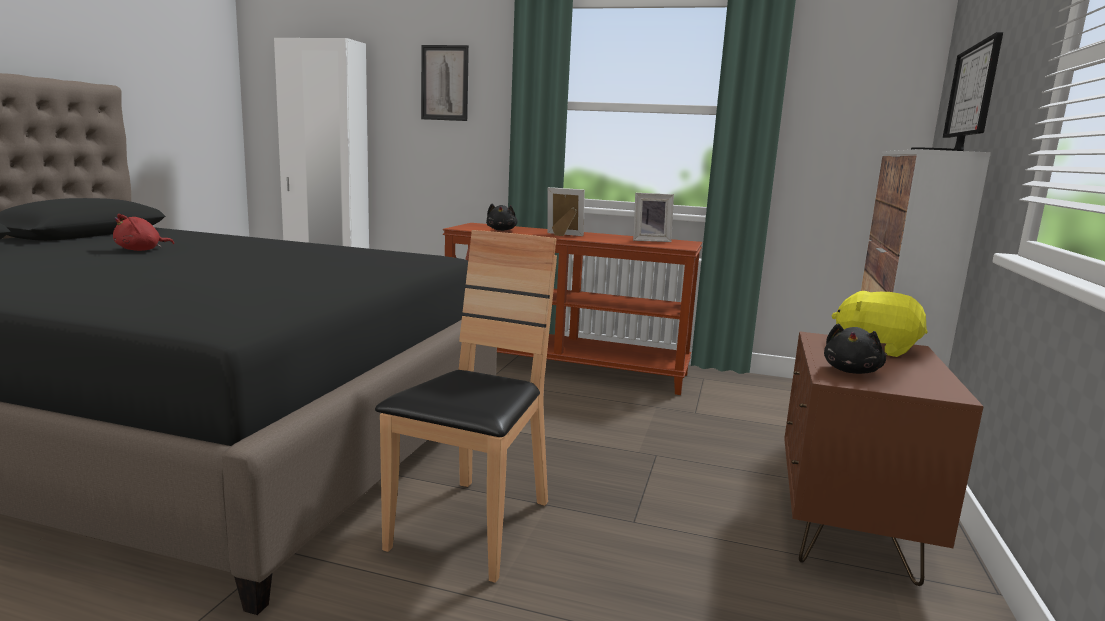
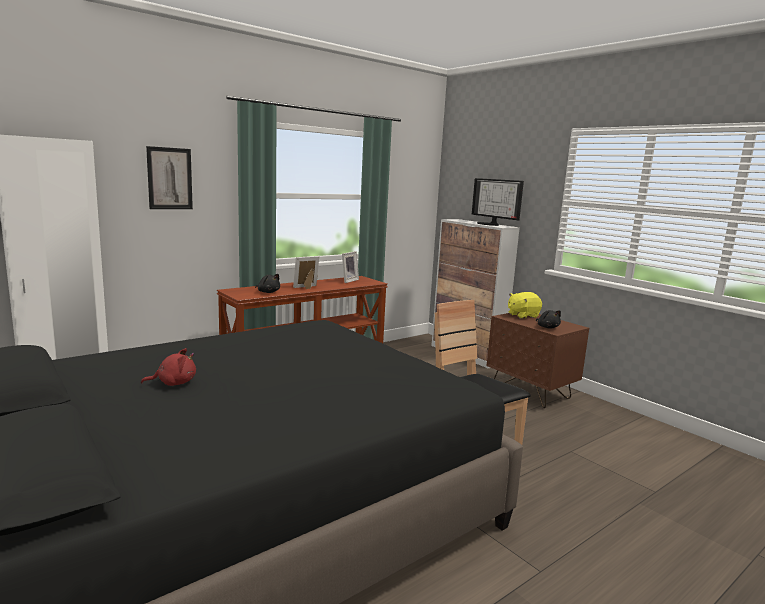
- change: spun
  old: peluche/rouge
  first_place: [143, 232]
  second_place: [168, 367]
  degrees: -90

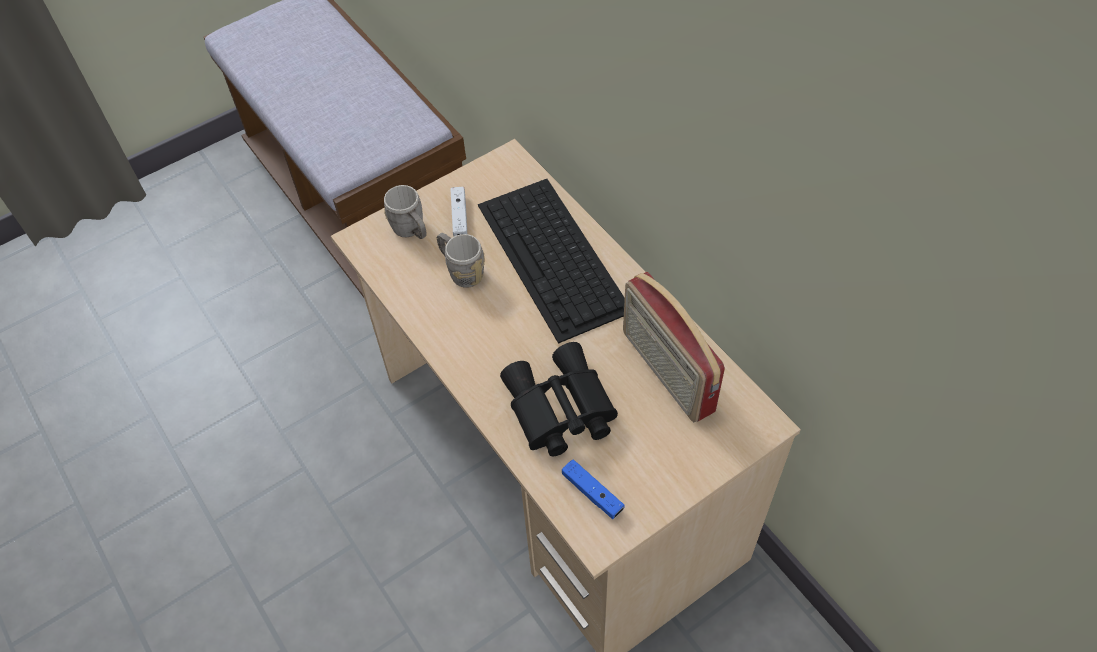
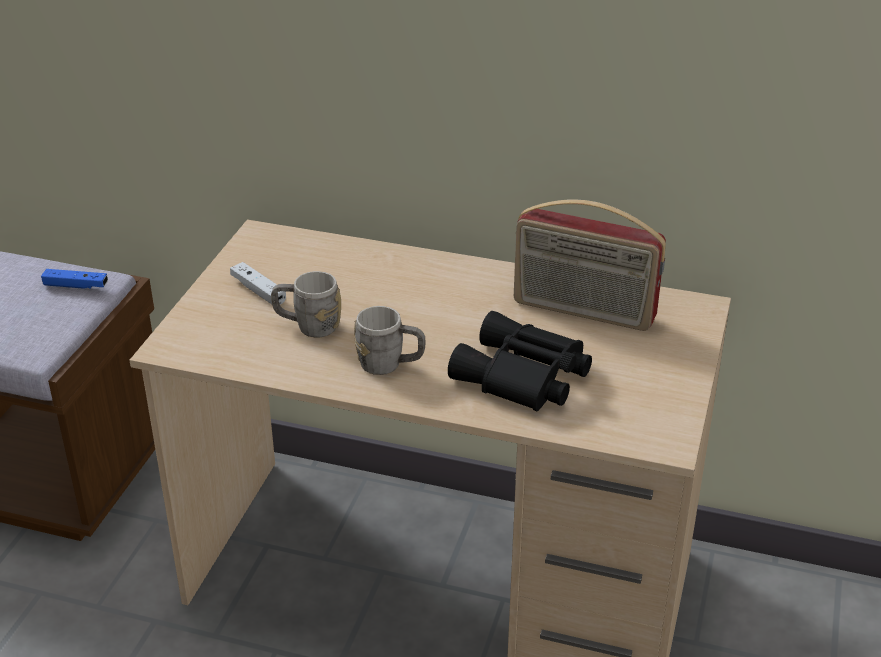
- change: relocated
  old: manette/bleu
  first_place: [593, 489]
  second_place: [74, 279]
- change: relocated
  old: mug/gris
  first_place: [405, 212]
  second_place: [389, 340]
- change: missing
  old: clavier
  first_place: [551, 261]

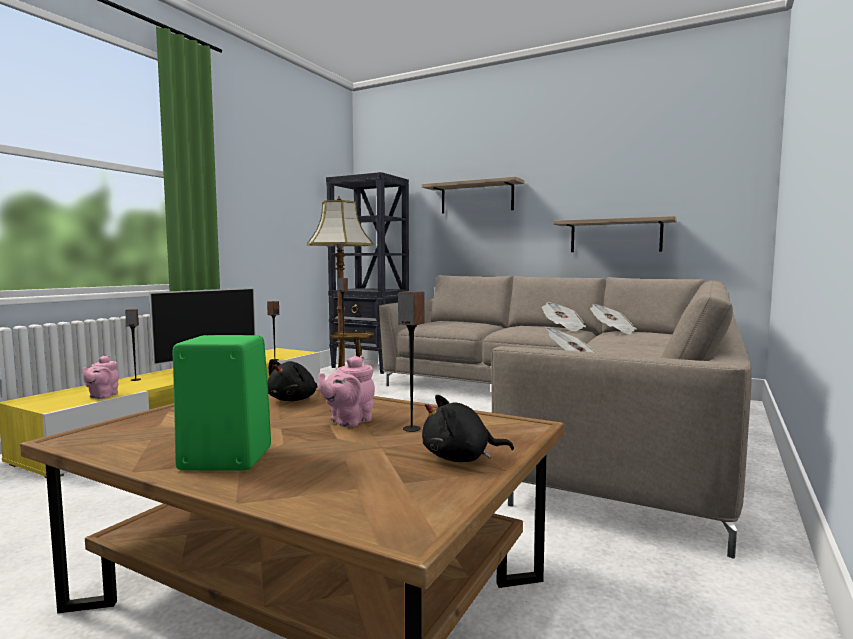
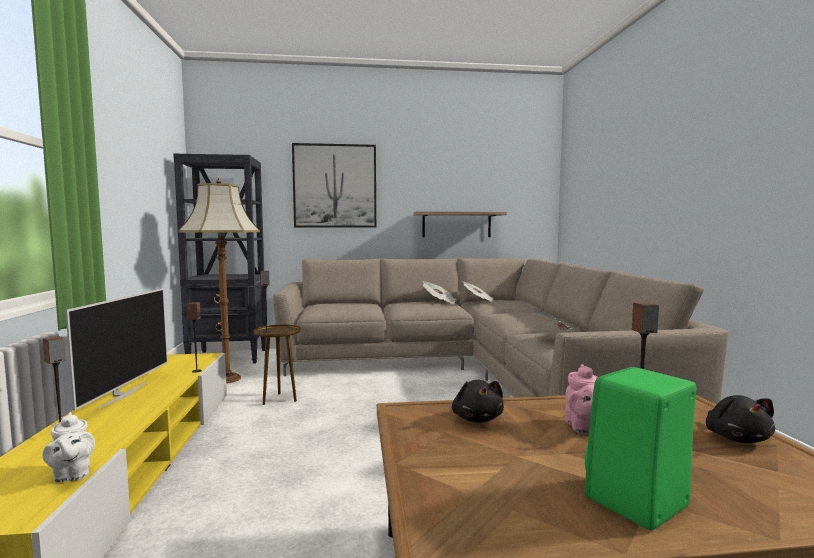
- change: colour
  old: théière/rose
  new: théière/blanc
  first_place: [100, 377]
  second_place: [68, 447]
- change: exchanged
  old: étagère
  new: tableau
  first_place: [473, 195]
  second_place: [334, 185]
- change: spun
  old: peluche/noir
  first_place: [468, 428]
  second_place: [740, 419]
  degrees: -45

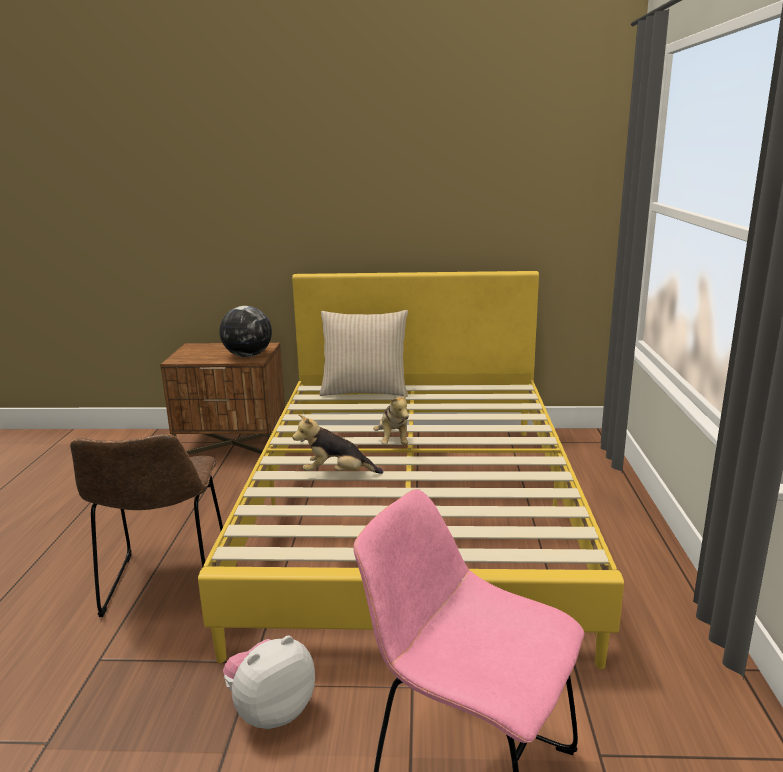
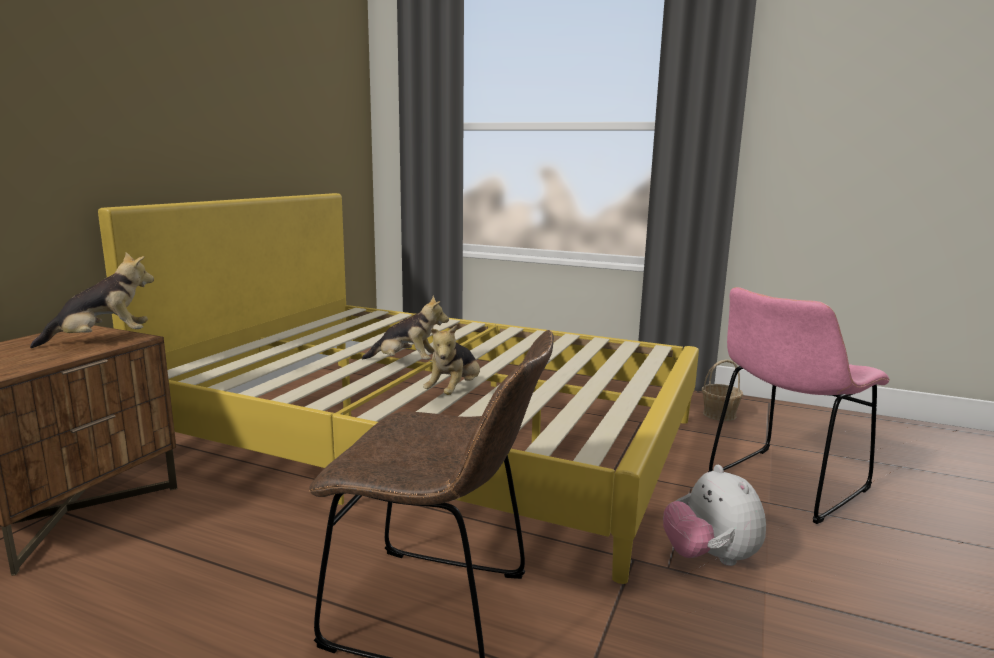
- change: exchanged
  old: globe
  new: peluche
  first_place: [246, 331]
  second_place: [92, 300]
- change: appeared
  new: panier
  second_place: [722, 390]
- change: missing
  old: coussin/beige
  first_place: [364, 353]

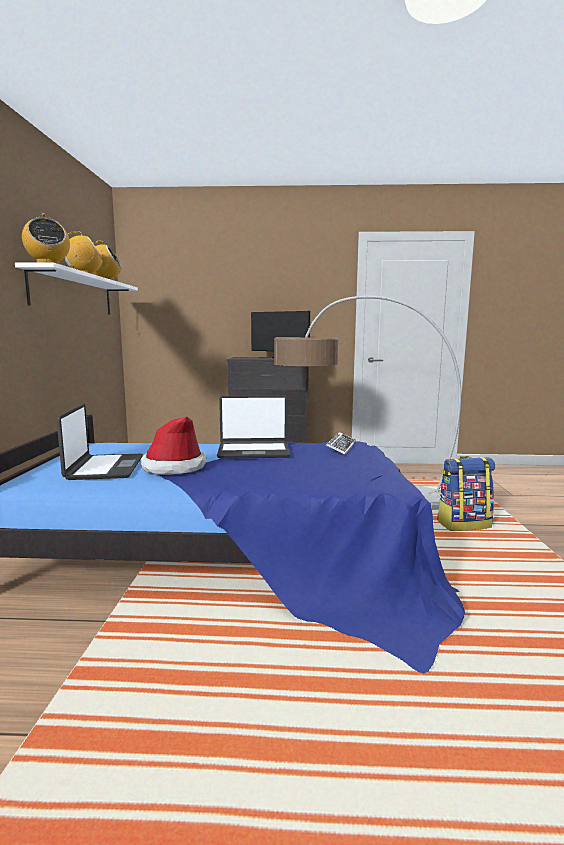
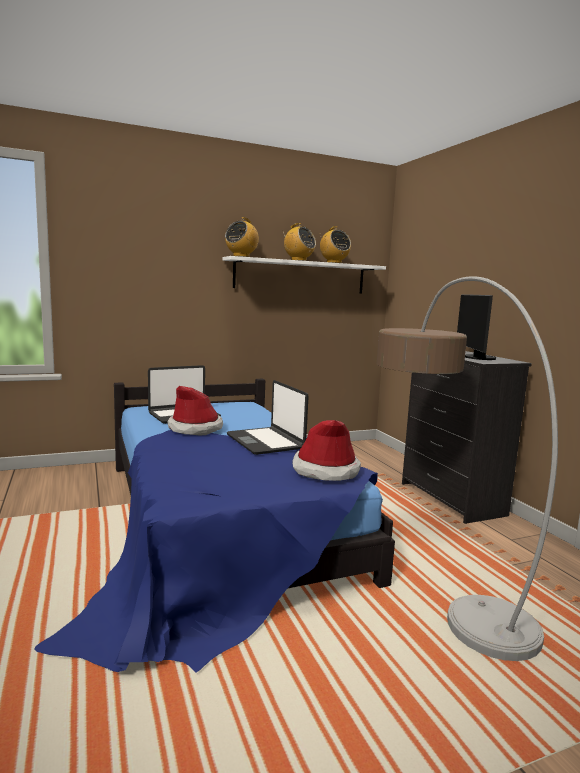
- change: exchanged
  old: clavier
  new: chapeau
  first_place: [341, 443]
  second_place: [326, 450]
- change: missing
  old: sac à dos
  first_place: [466, 493]

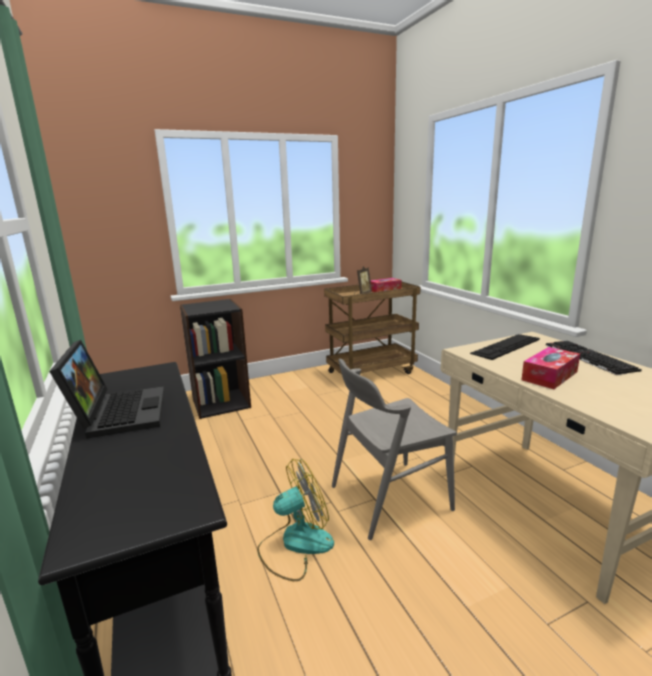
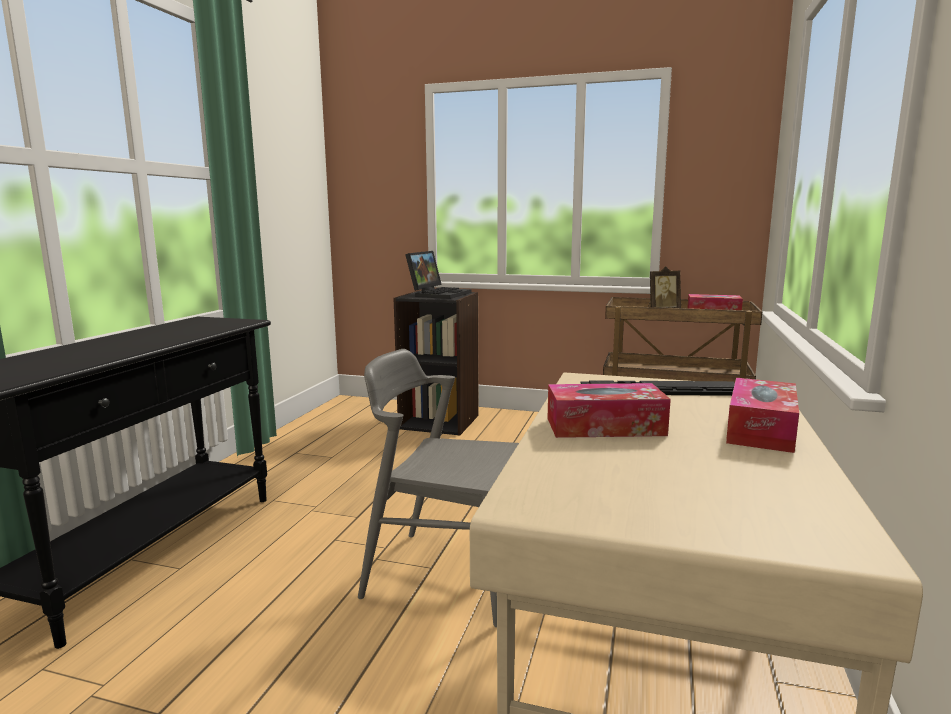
- change: relocated
  old: ordinateur portable
  first_place: [107, 389]
  second_place: [438, 275]
- change: exchanged
  old: clavier
  new: boîte à mouchoirs
  first_place: [594, 358]
  second_place: [762, 415]
- change: missing
  old: ventilateur
  first_place: [295, 520]

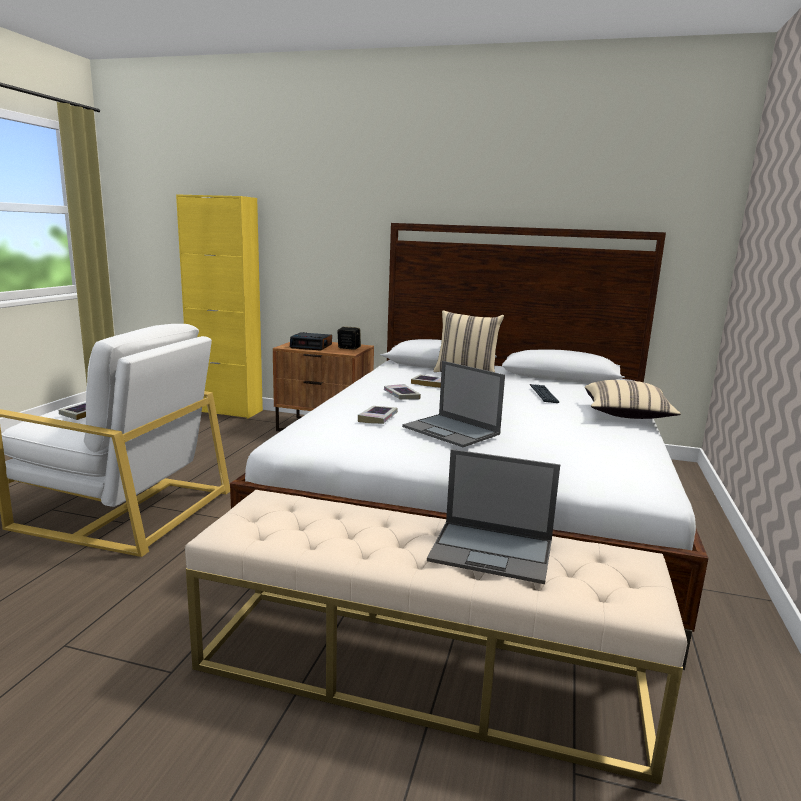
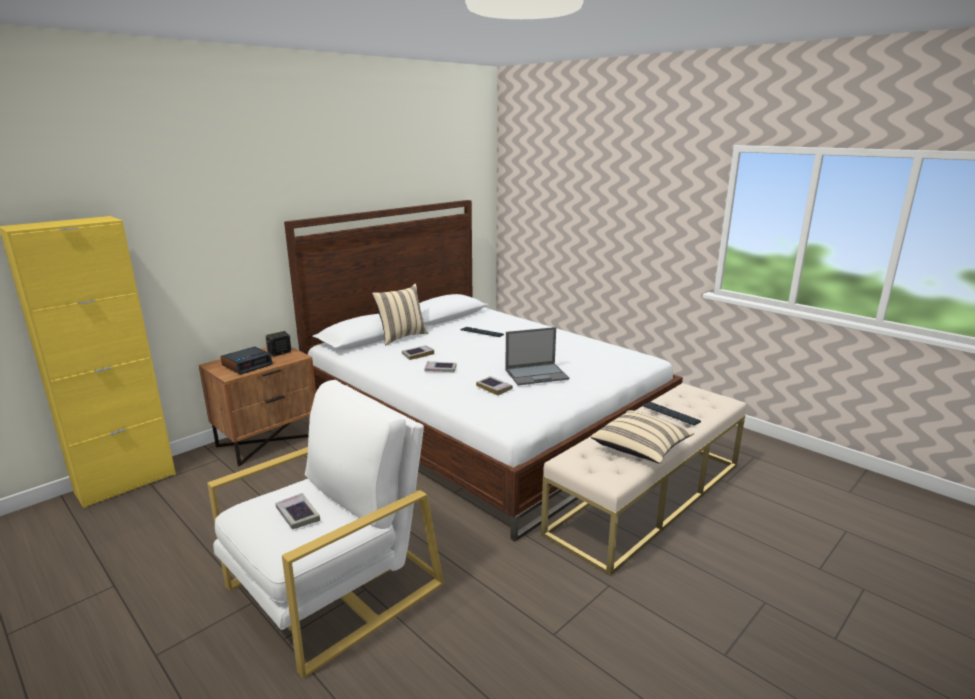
- change: relocated
  old: coussin/beige
  first_place: [633, 399]
  second_place: [642, 436]
- change: exchanged
  old: ordinateur portable
  new: clavier
  first_place: [493, 516]
  second_place: [671, 414]

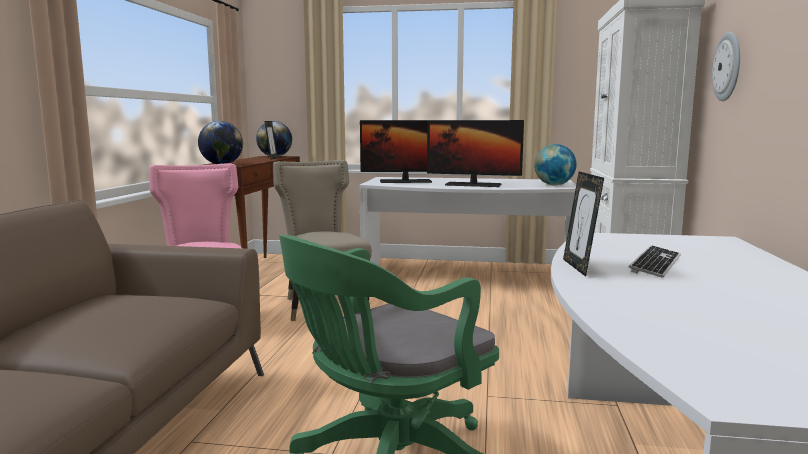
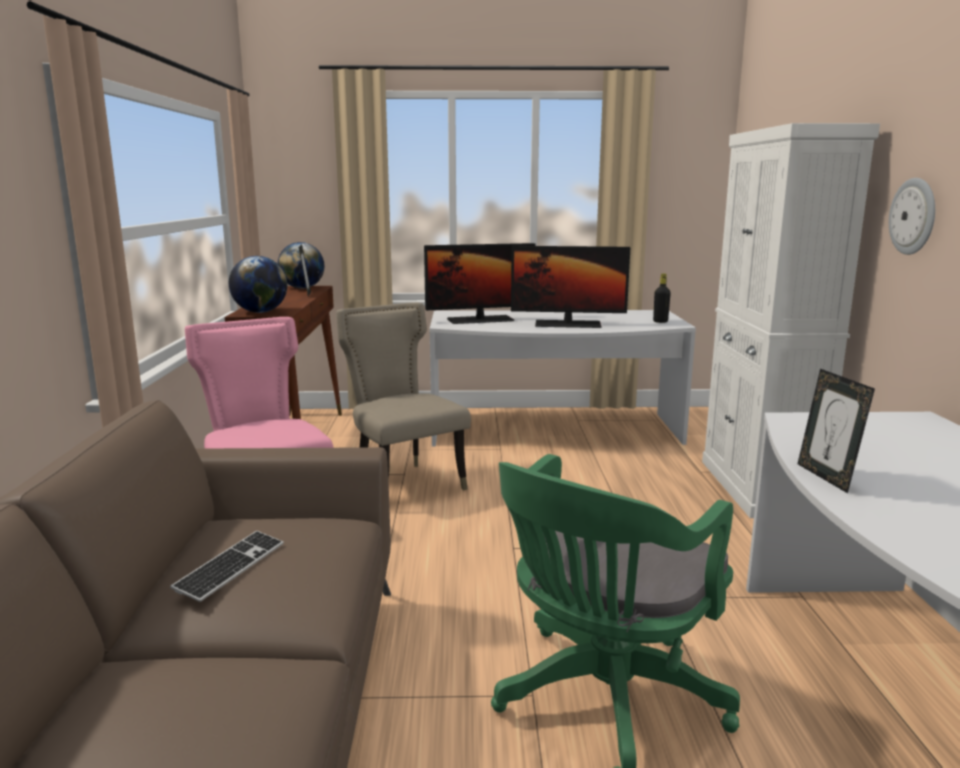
- change: relocated
  old: clavier
  first_place: [655, 261]
  second_place: [227, 566]
- change: exchanged
  old: globe
  new: bouteille/noir
  first_place: [555, 164]
  second_place: [662, 298]

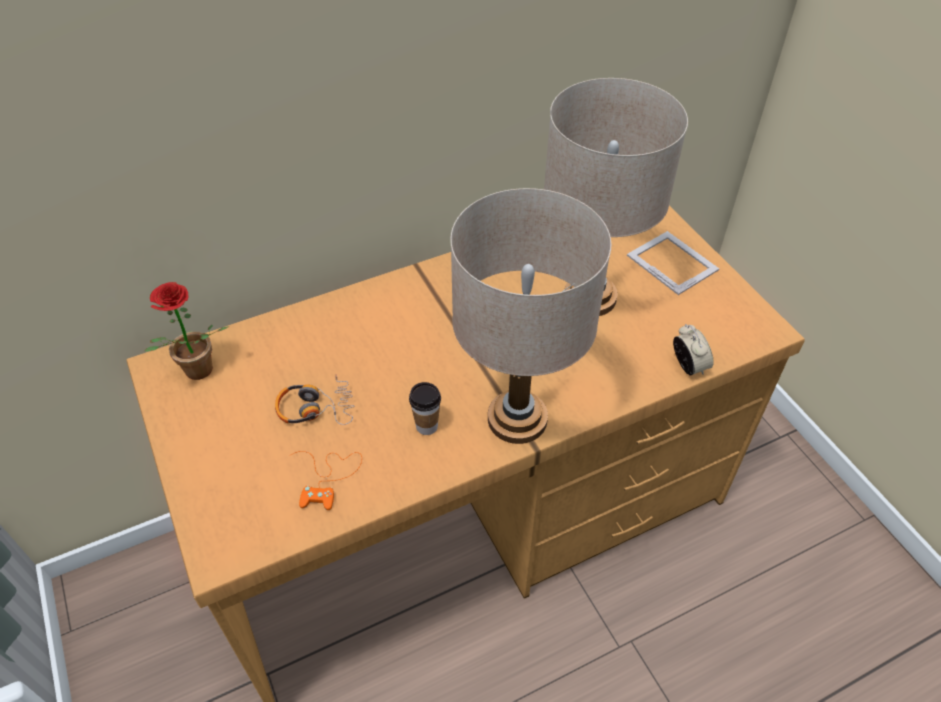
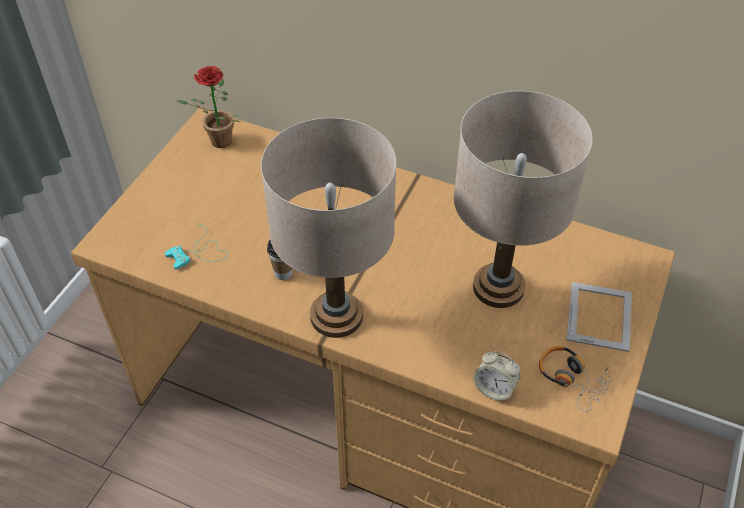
- change: colour
  old: manette/orange
  new: manette/turquoise
  first_place: [326, 480]
  second_place: [197, 247]
- change: spun
  old: réveil
  first_place: [693, 349]
  second_place: [496, 376]
  degrees: 90
- change: relocated
  old: casque audio
  first_place: [314, 399]
  second_place: [575, 378]

